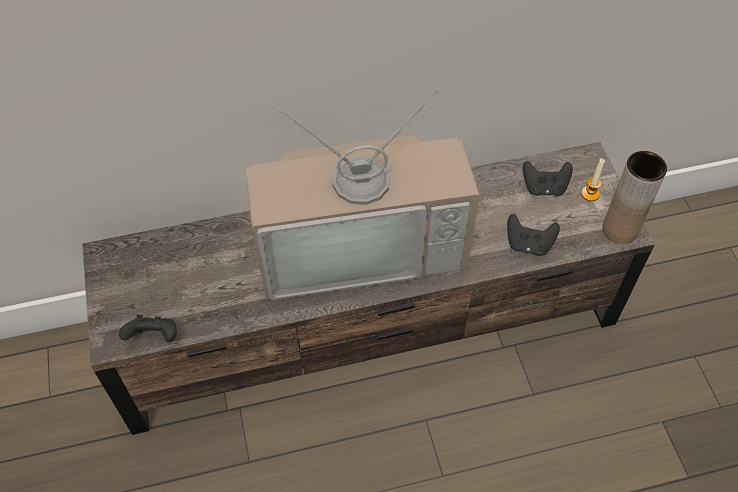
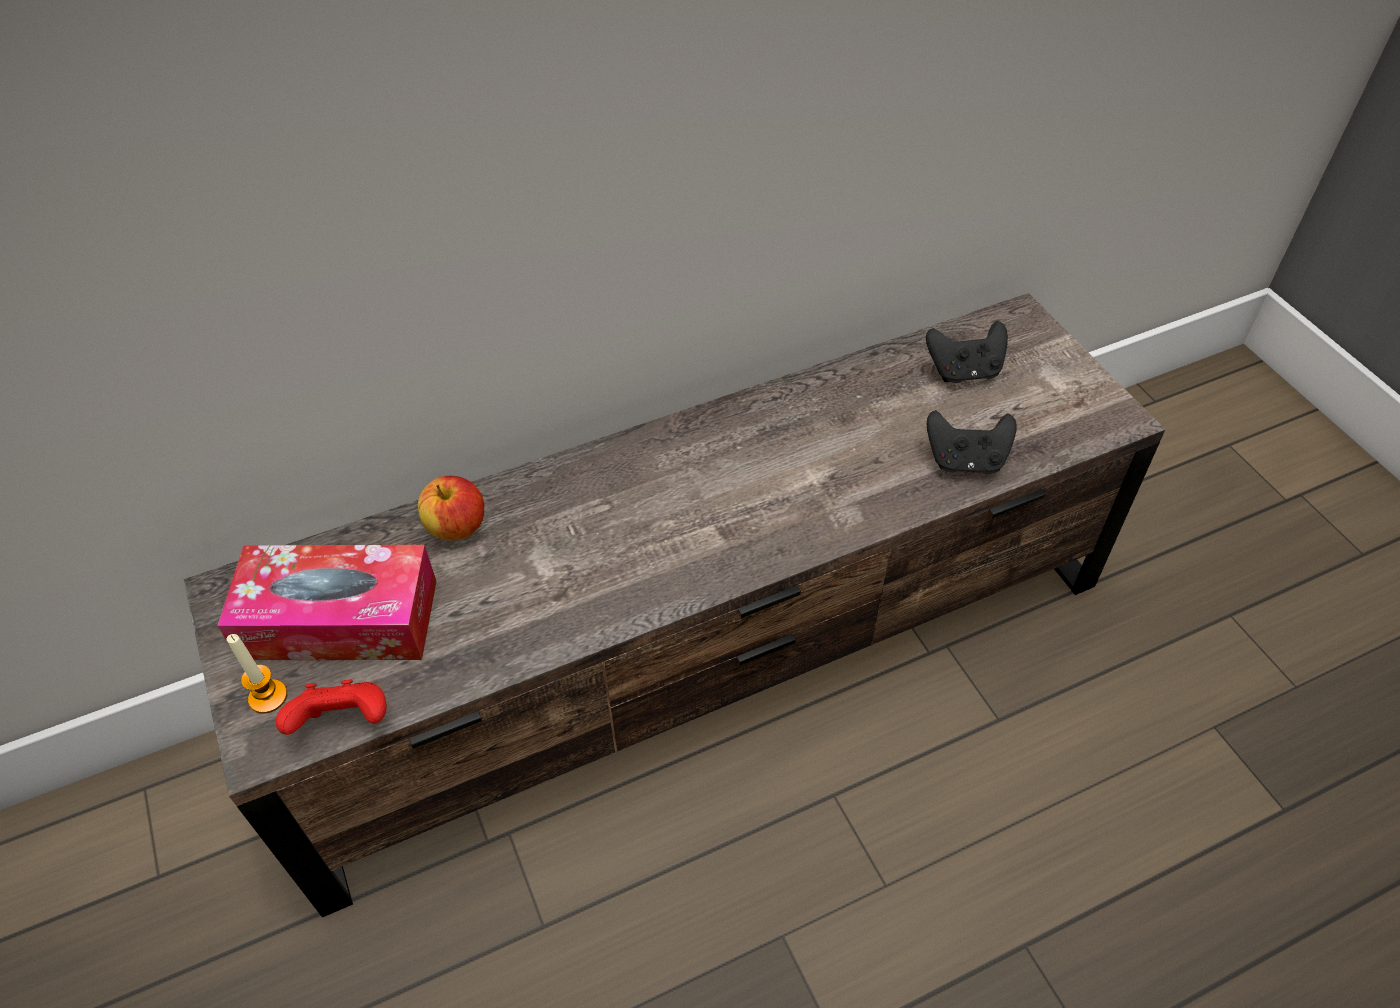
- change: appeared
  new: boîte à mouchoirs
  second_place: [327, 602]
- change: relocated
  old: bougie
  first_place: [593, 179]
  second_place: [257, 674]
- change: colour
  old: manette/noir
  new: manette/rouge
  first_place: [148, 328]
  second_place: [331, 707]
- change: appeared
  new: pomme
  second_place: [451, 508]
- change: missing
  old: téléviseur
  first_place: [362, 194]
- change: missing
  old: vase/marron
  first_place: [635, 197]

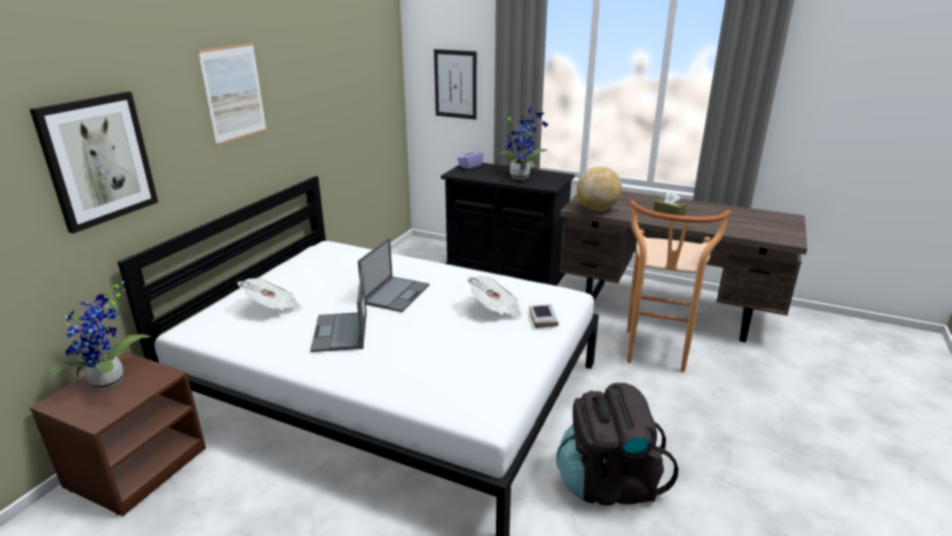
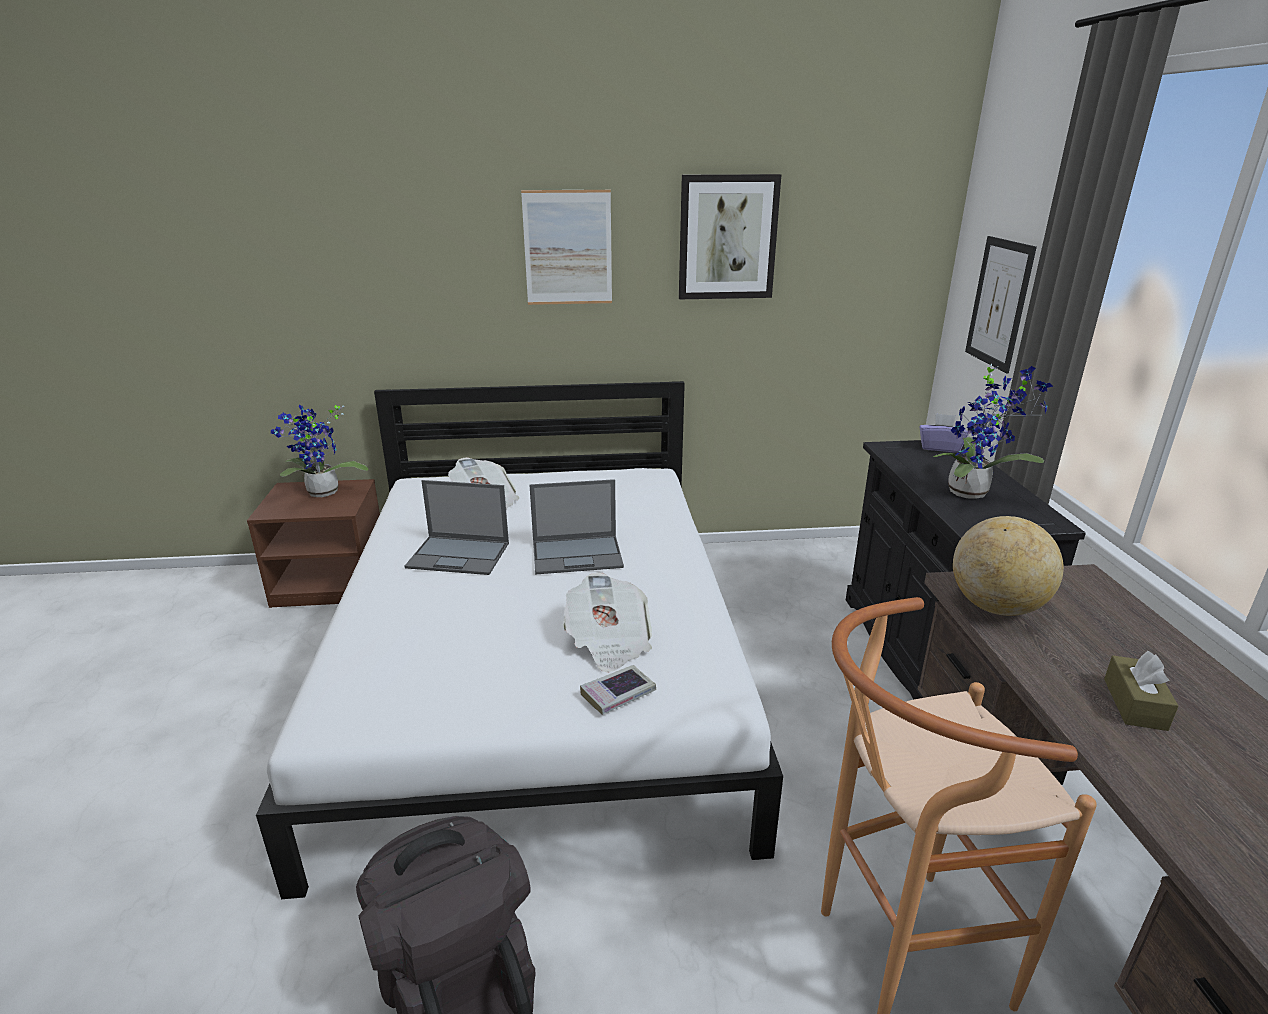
- change: spun
  old: ordinateur portable
  first_place: [338, 311]
  second_place: [457, 527]
  degrees: -135
- change: relocated
  old: tableau
  first_place: [94, 162]
  second_place: [730, 236]

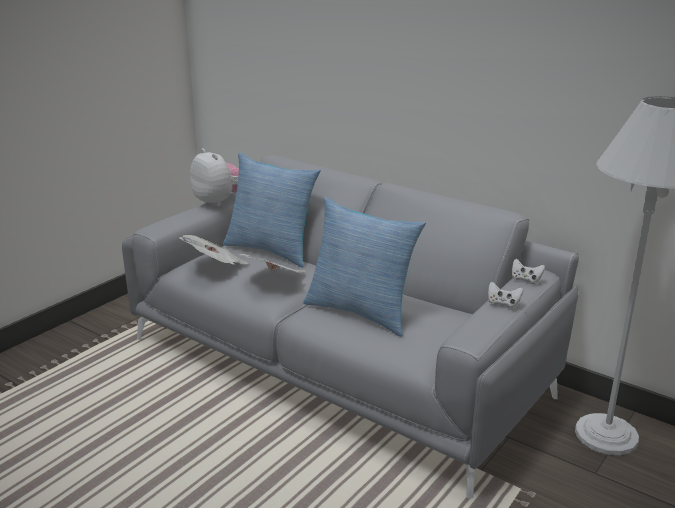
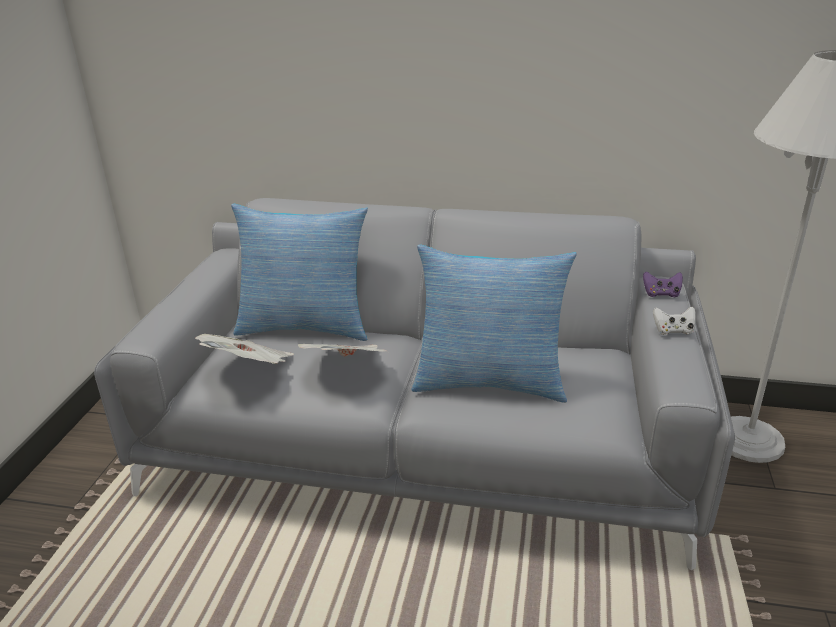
- change: colour
  old: manette/blanc
  new: manette/violet
  first_place: [528, 271]
  second_place: [663, 284]
- change: missing
  old: peluche
  first_place: [214, 177]

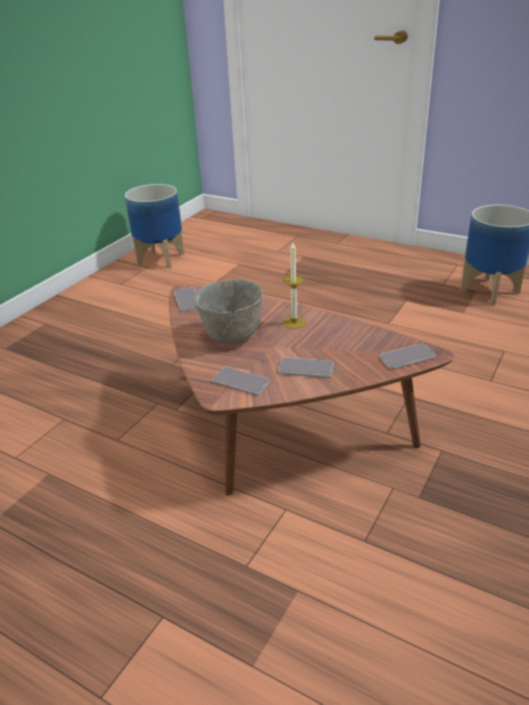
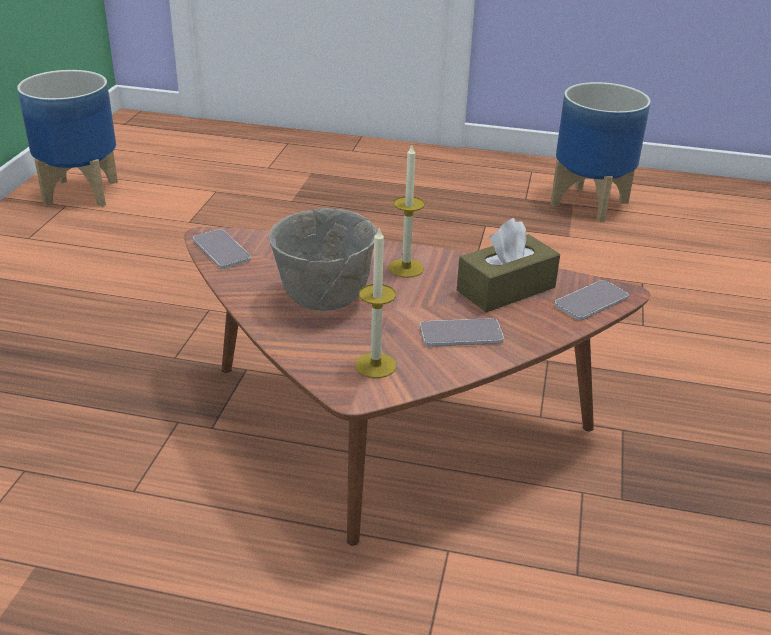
- change: exchanged
  old: téléphone
  new: bougie
  first_place: [241, 381]
  second_place: [375, 302]
- change: appeared
  new: boîte à mouchoirs/marron
  second_place: [508, 265]

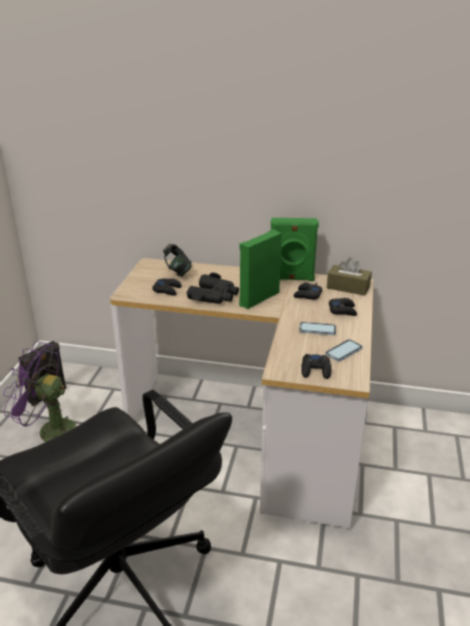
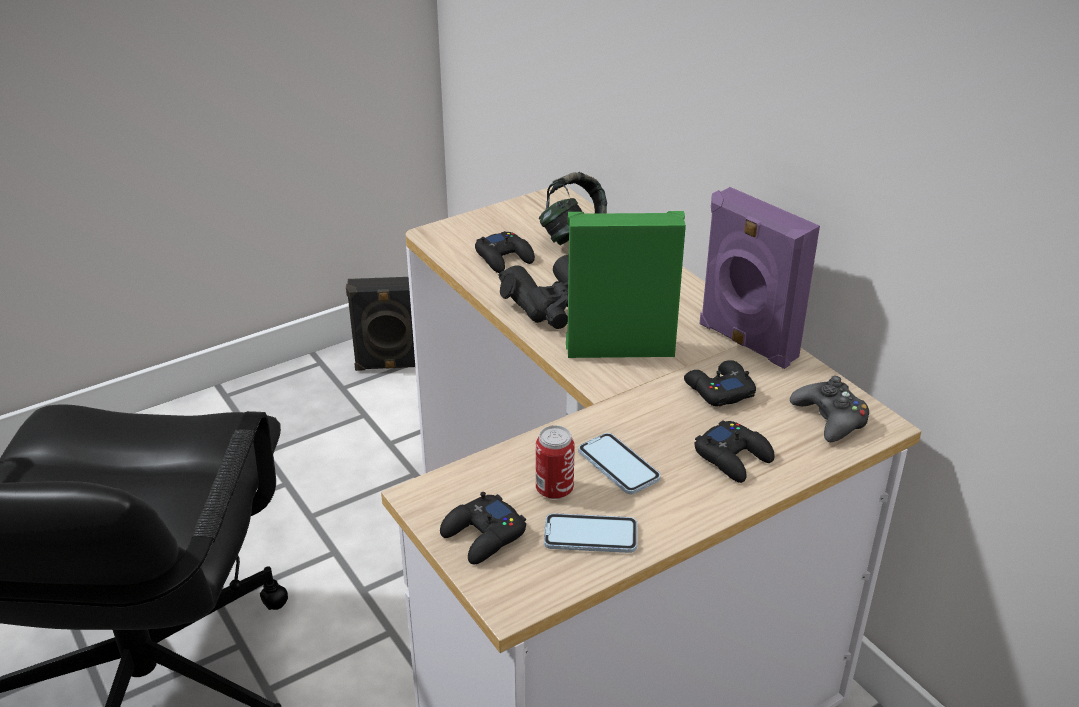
- change: appeared
  new: boîte métallique
  second_place: [555, 462]
- change: colour
  old: enceinte/vert
  new: enceinte/violet
  first_place: [295, 249]
  second_place: [760, 278]
- change: exchanged
  old: boîte à mouchoirs/marron
  new: manette/noir
  first_place: [349, 277]
  second_place: [829, 409]
- change: missing
  old: ventilateur/violet
  first_place: [40, 391]

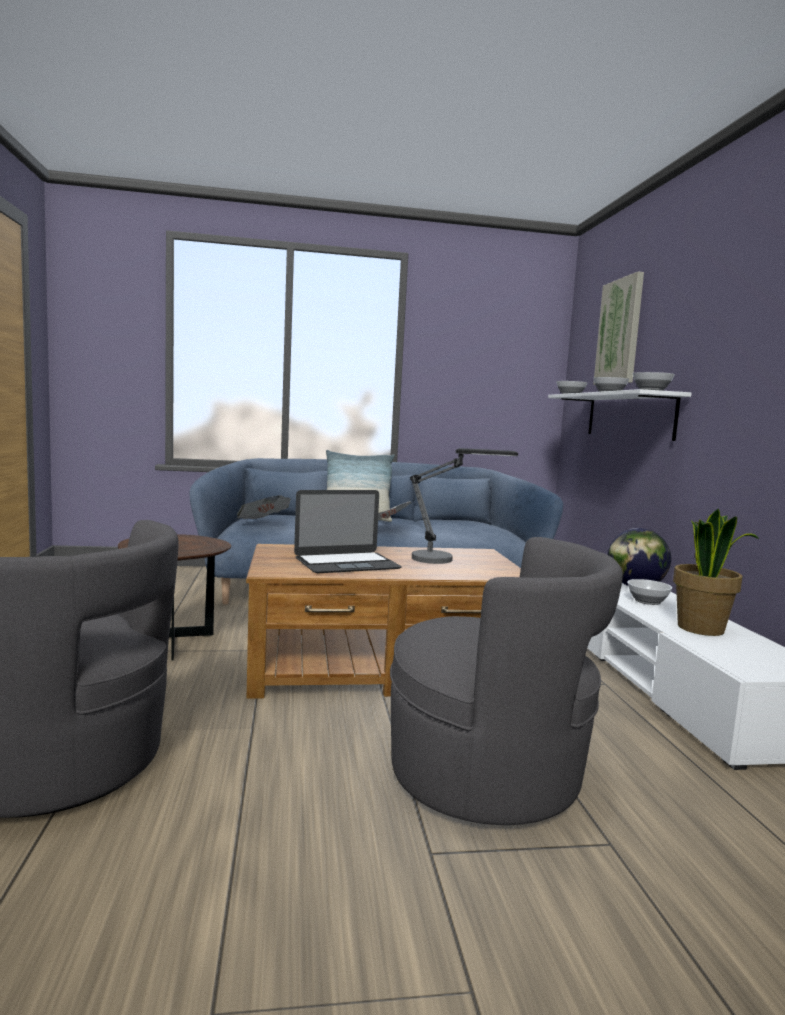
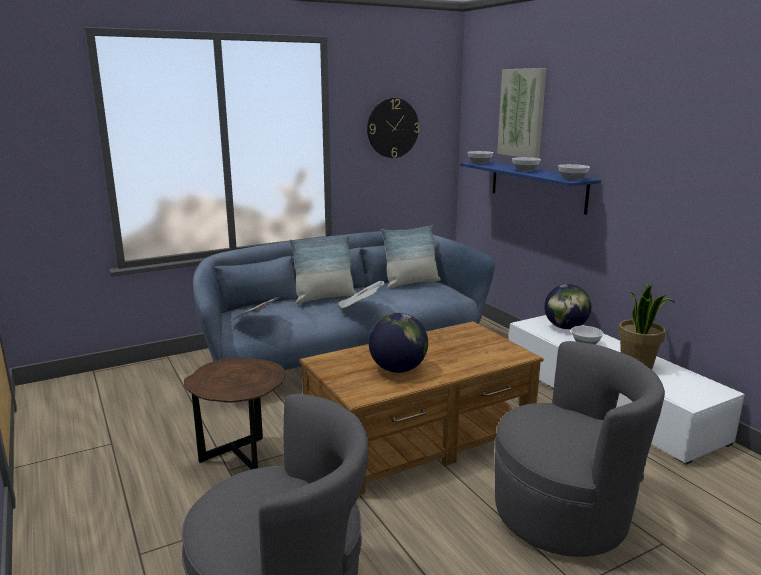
- change: appeared
  new: horloge murale
  second_place: [393, 128]
- change: exchanged
  old: ordinateur portable
  new: globe
  first_place: [348, 531]
  second_place: [398, 343]
- change: appeared
  new: coussin
  second_place: [411, 257]
- change: colour
  old: étagère/blanc
  new: étagère/bleu
  first_place: [620, 415]
  second_place: [530, 188]
- change: missing
  old: lampe de table
  first_place: [464, 506]

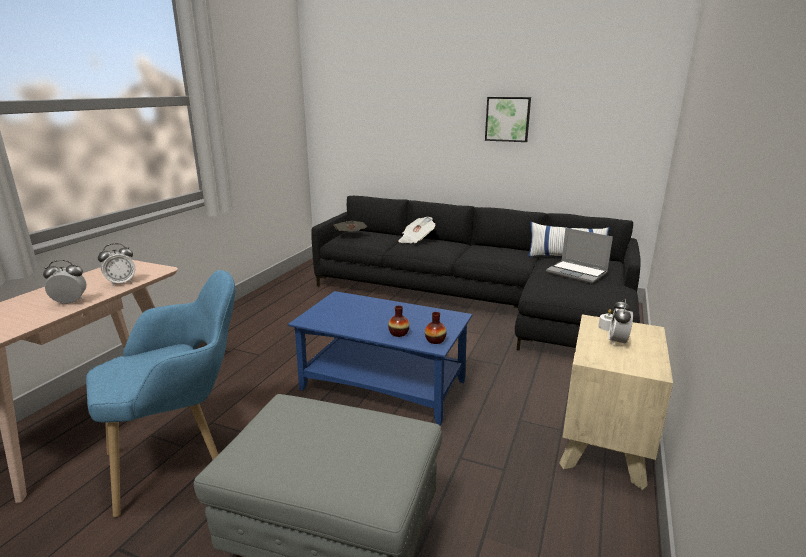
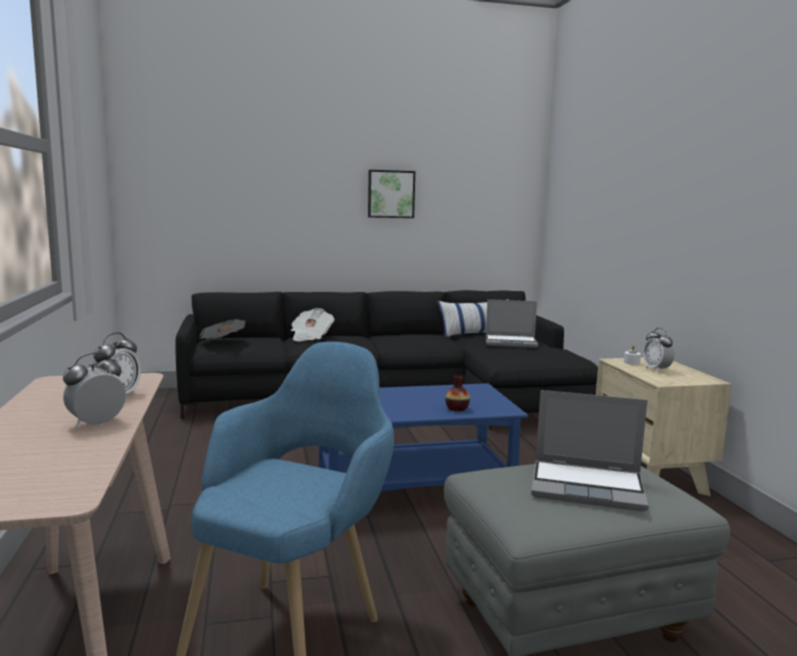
- change: appeared
  new: ordinateur portable
  second_place: [590, 451]
- change: missing
  old: vase
  first_place: [435, 328]

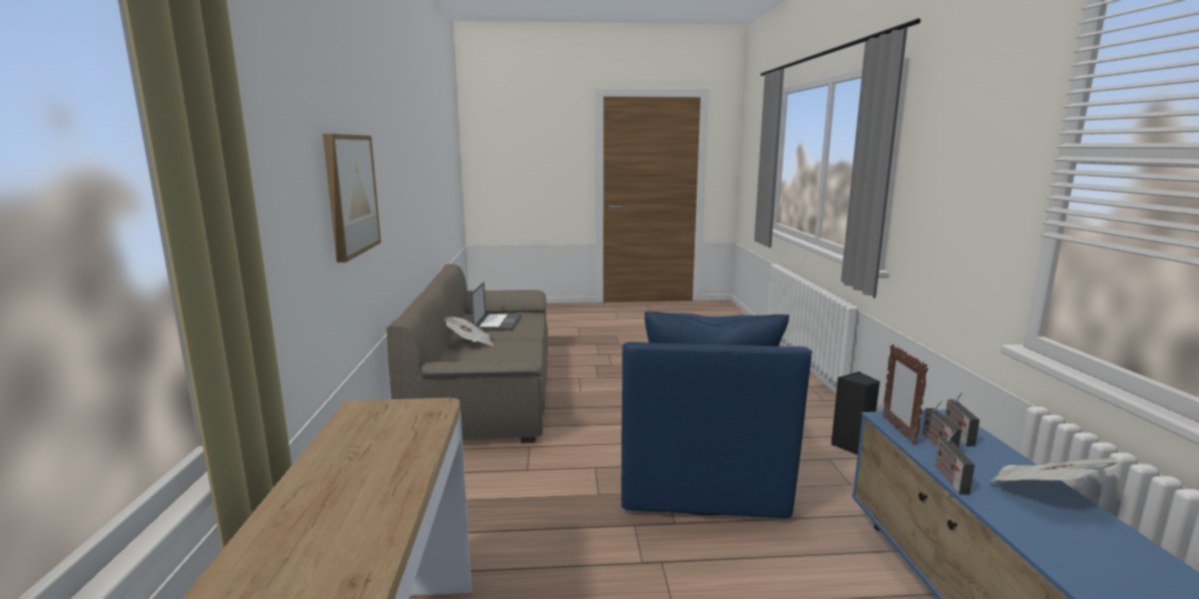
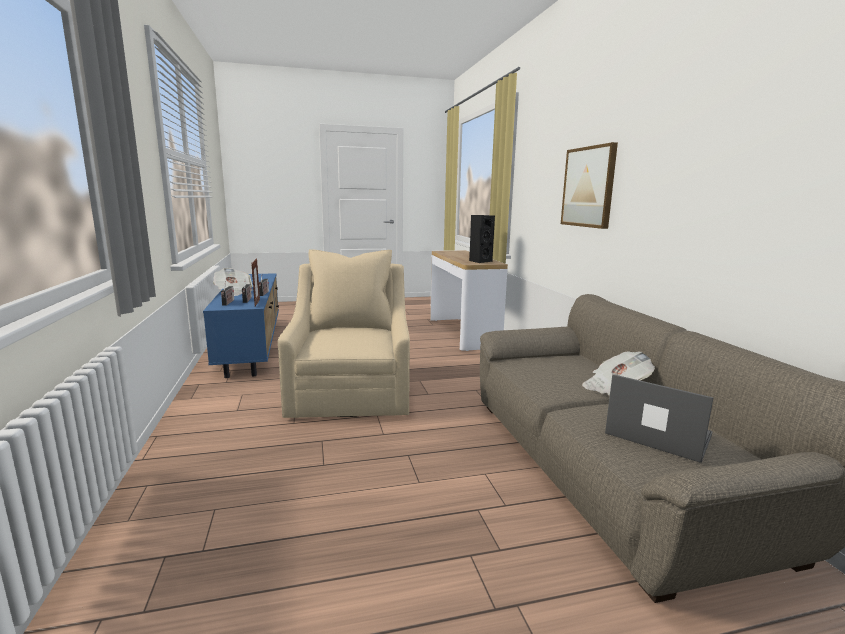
- change: colour
  old: fauteuil/bleu
  new: fauteuil/beige
  first_place: [716, 414]
  second_place: [344, 334]
- change: relocated
  old: enceinte/noir
  first_place: [855, 413]
  second_place: [482, 239]
- change: spun
  old: ordinateur portable
  first_place: [496, 306]
  second_place: [659, 418]
  degrees: 135

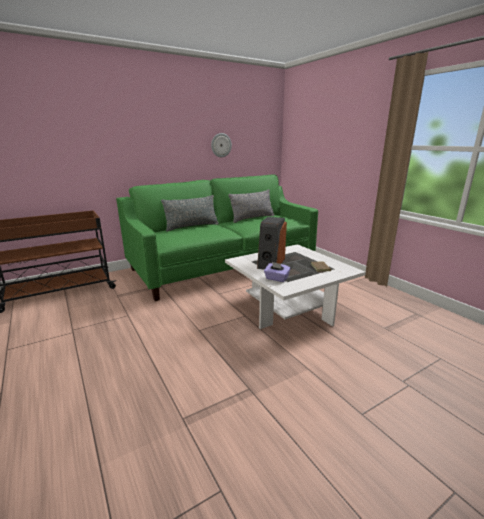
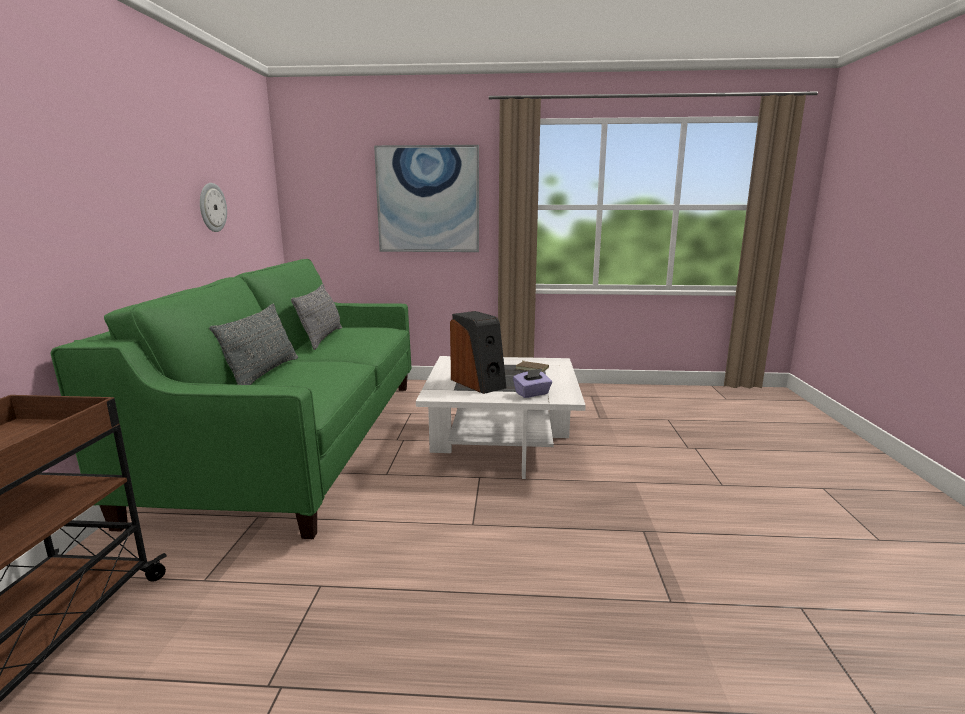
- change: appeared
  new: tableau
  second_place: [426, 198]

